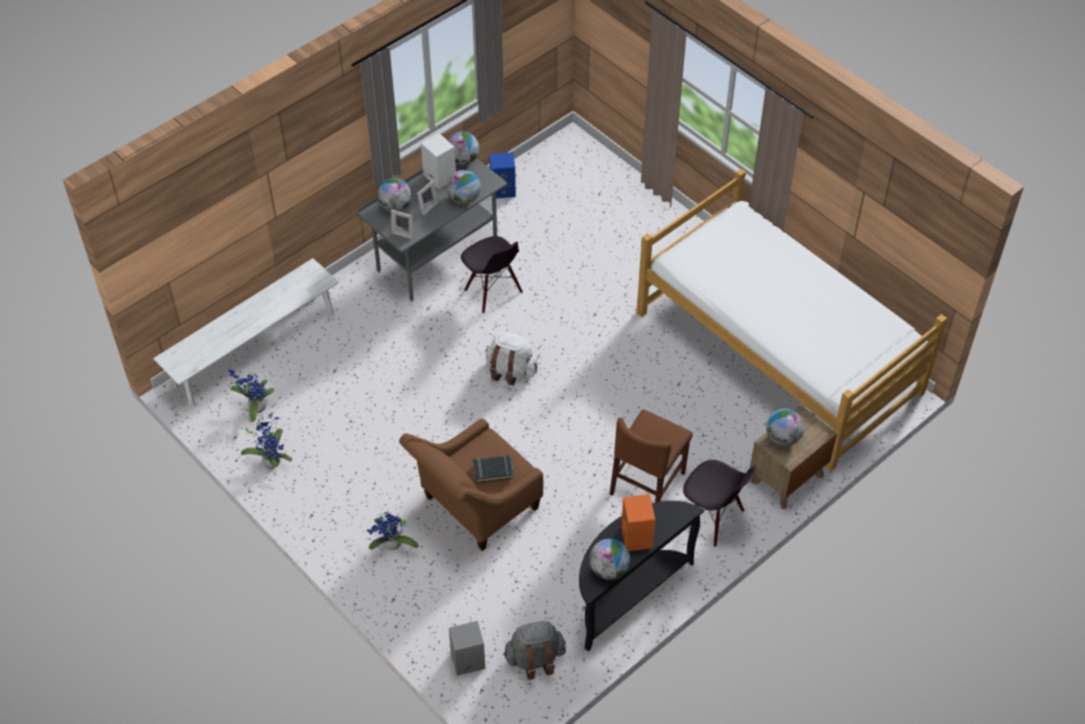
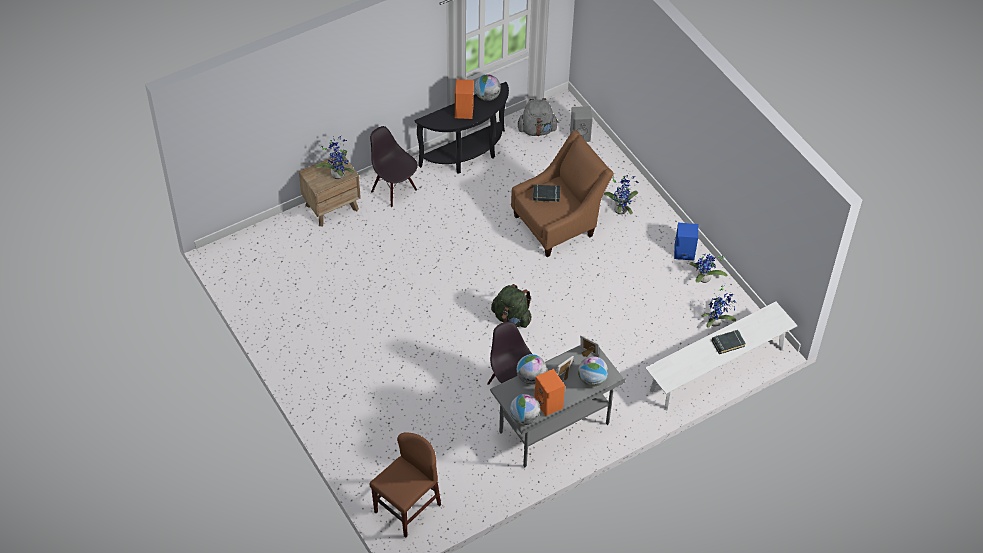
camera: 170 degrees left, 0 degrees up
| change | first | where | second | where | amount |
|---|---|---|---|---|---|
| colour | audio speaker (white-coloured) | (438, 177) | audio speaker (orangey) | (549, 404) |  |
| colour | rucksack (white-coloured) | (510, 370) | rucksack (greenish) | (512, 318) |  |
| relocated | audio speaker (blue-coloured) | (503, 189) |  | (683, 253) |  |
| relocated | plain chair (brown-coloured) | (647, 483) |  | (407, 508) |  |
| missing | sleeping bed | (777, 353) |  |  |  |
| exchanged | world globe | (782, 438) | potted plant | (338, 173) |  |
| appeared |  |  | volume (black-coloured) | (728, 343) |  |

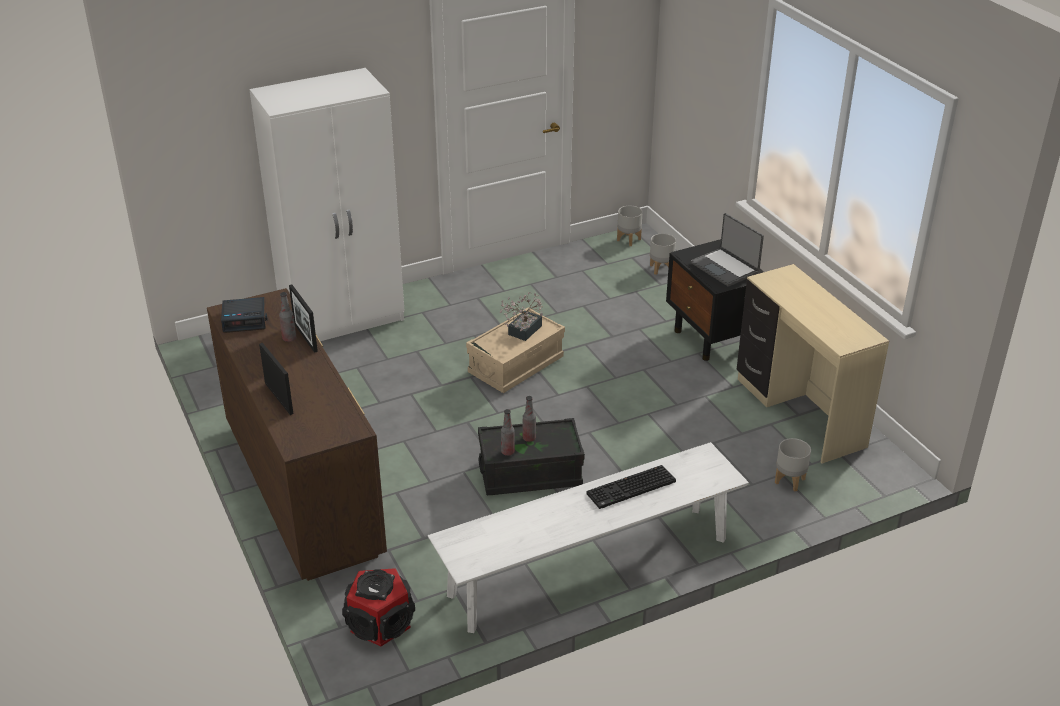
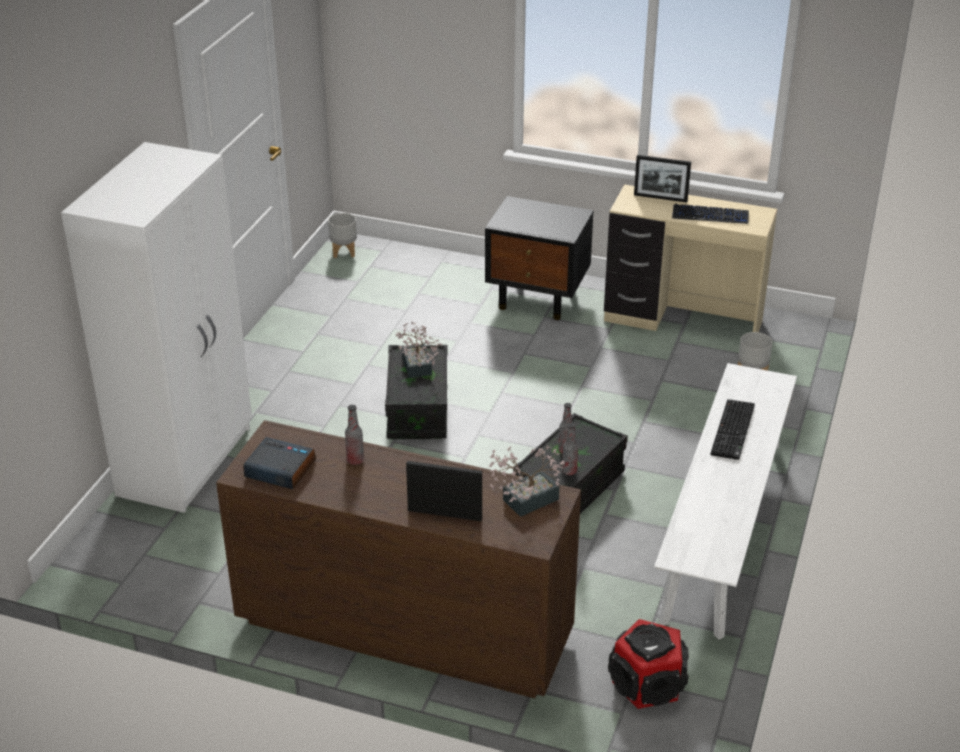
camera: 45 degrees left, 0 degrees up
| change | first | where | second | where | amount |
|---|---|---|---|---|---|
| spun | alarm clock | (245, 319) |  | (279, 469) | 105 degrees counterclockwise |
| relocated | standing frame | (305, 337) |  | (660, 198) |  |
| colour | storage bin (sand-coloured) | (516, 366) | storage bin (black-coloured) | (417, 409) |  |
| missing | planter (gray) | (660, 269) |  |  |  |
| missing | portable computer | (725, 268) |  |  |  |
| appeared |  |  | potted plant | (525, 501) |  |
| appeared |  |  | computer keyboard | (710, 215) |  |

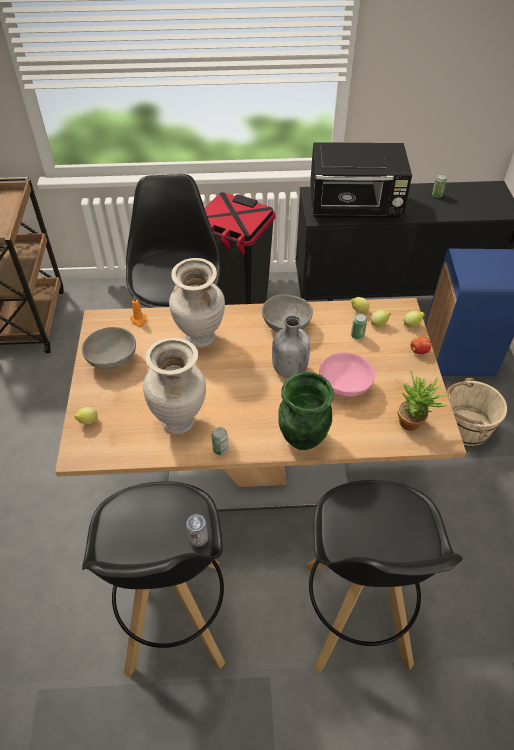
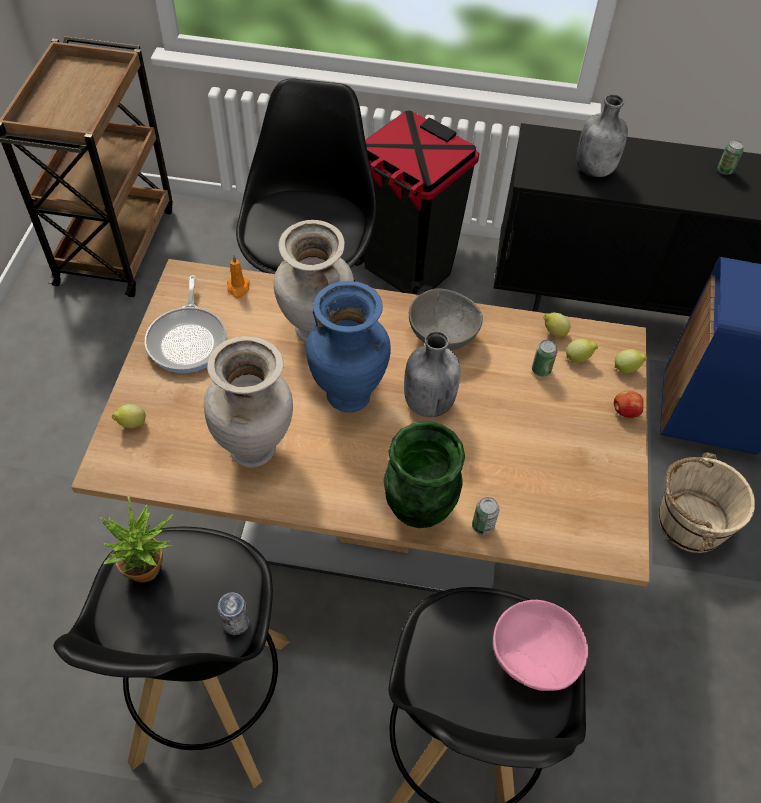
camera: 10 degrees right, 5 degrees up
| change | first | where | second | where | amount |
|---|---|---|---|---|---|
| exchanged | bowl (gray) | (113, 359) | pan | (188, 340) |  |
| relocated | metal can | (220, 449) |  | (483, 526) |  |
| exchanged | microwave (black-coloured) | (355, 207) | bottle (gray) | (595, 169) |  |
| relocated | bowl (pink) | (345, 386) |  | (535, 657) |  |
| relocated | potted plant | (414, 423) |  | (150, 570) |  |
| appeared |  |  | decorative vase (blue-coloured) | (349, 394) |  |

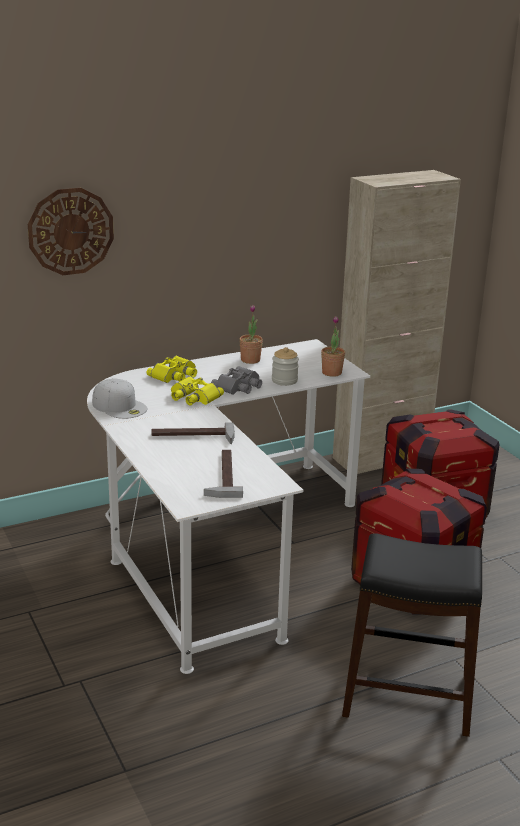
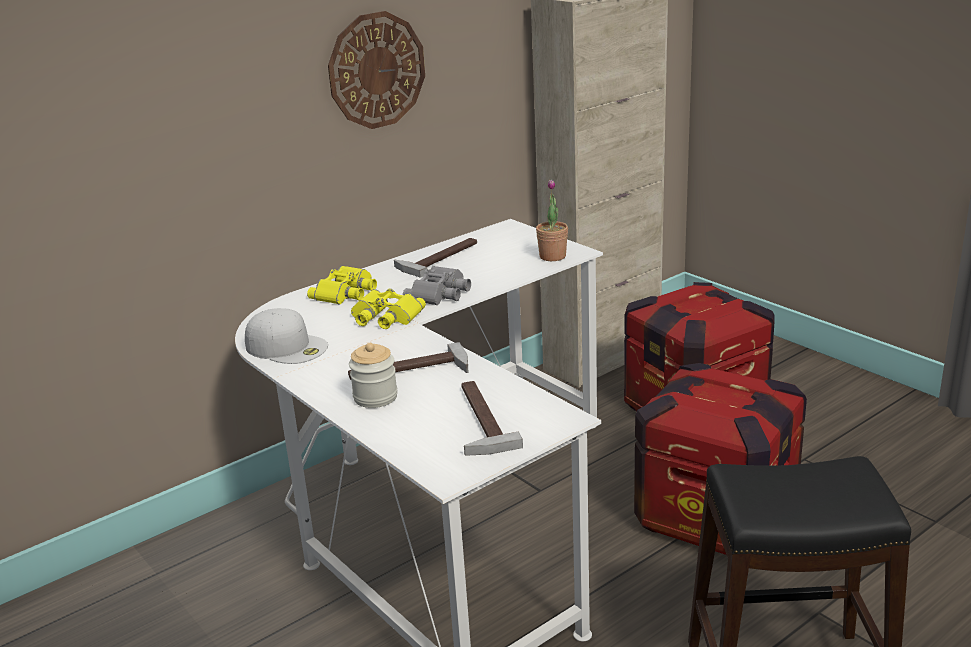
camera: 10 degrees left, 0 degrees up
| change | first | where | second | where | amount |
|---|---|---|---|---|---|
| relocated | wall clock | (71, 231) |  | (376, 70) |  |
| exchanged | potted plant | (250, 360) | tool hammer | (439, 257) |  |
| relocated | preserve jar | (284, 380) |  | (375, 397) |  |

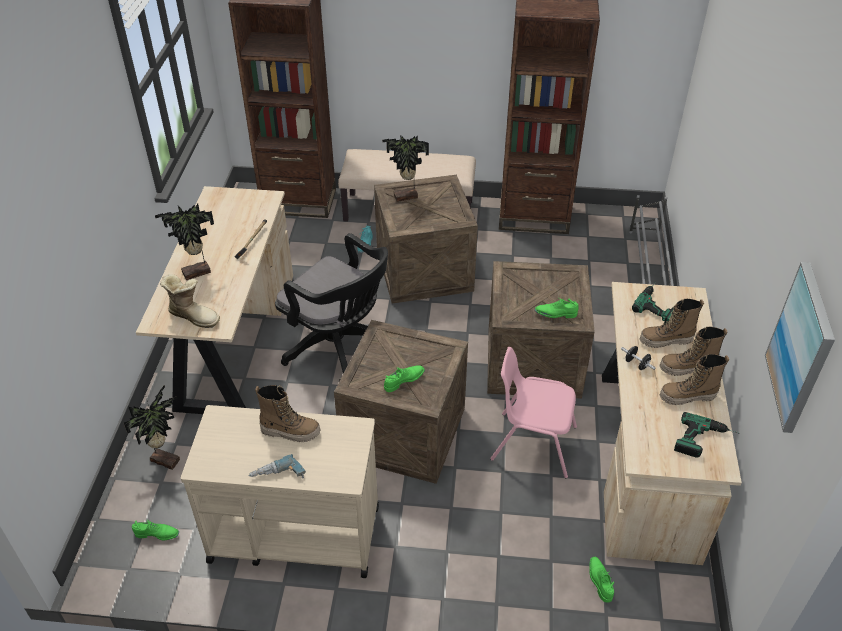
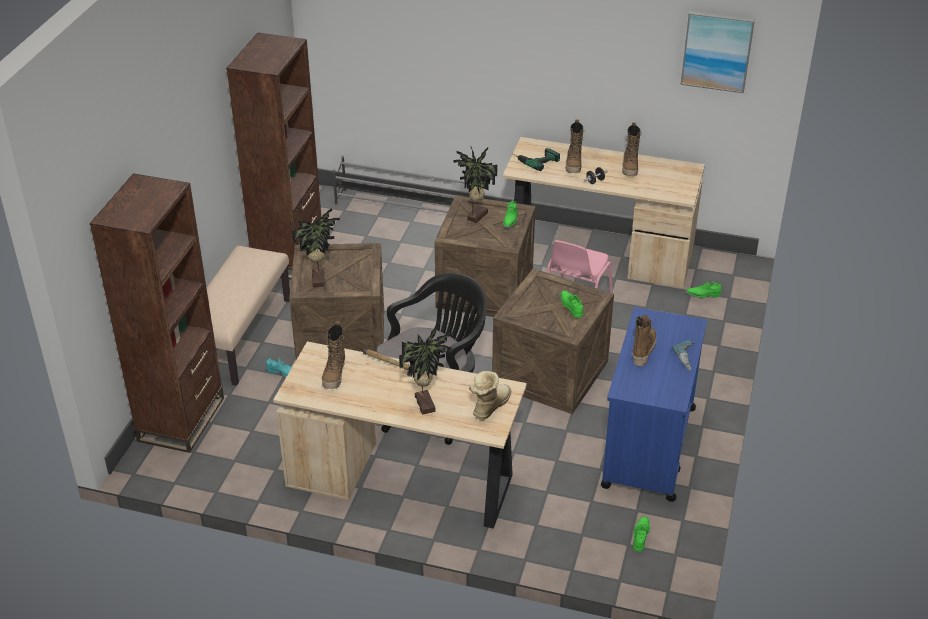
camera: 80 degrees left, 5 degrees down
| change | first | where | second | where | amount |
|---|---|---|---|---|---|
| relocated | potted plant | (165, 459) |  | (475, 216) |  |
| colour | wheeled cart (sand-coloured) | (293, 533) | wheeled cart (blue-coloured) | (648, 447) |  |
| relocated | high-top boot | (687, 369) |  | (334, 375) |  |
| missing | drill | (706, 441) |  |  |  |

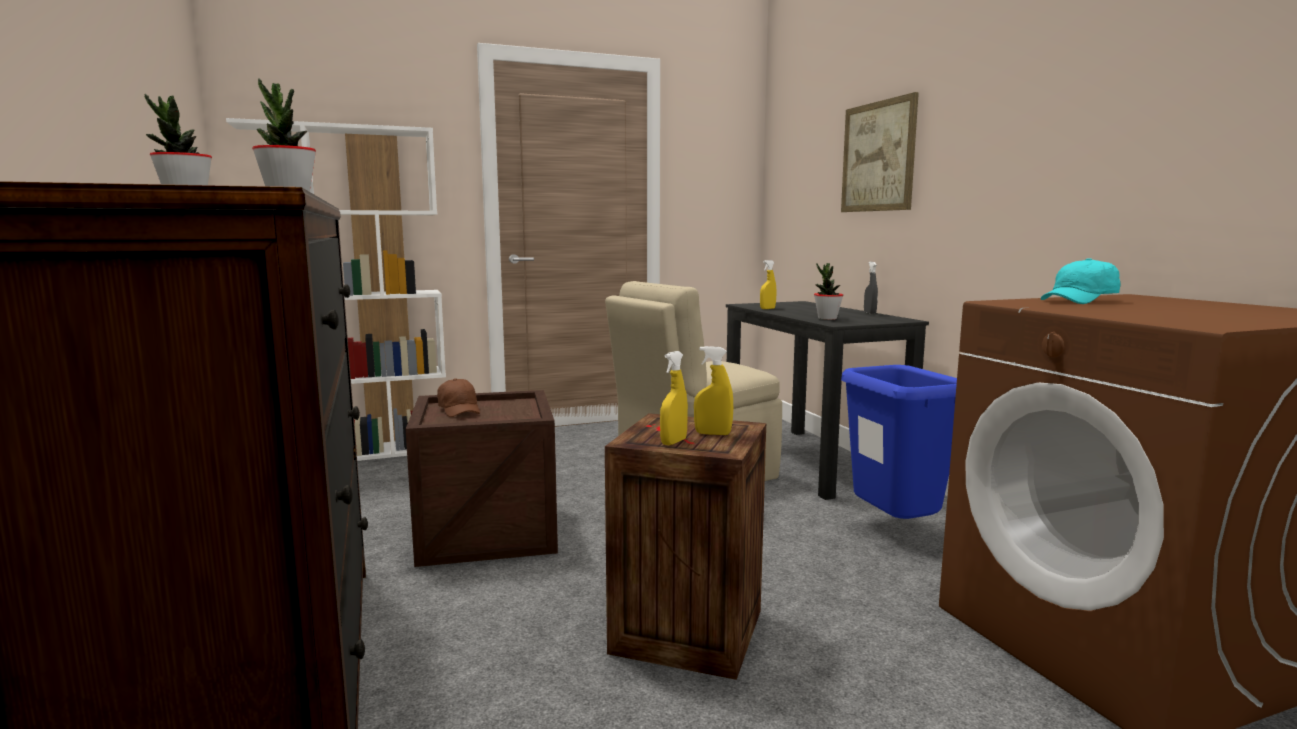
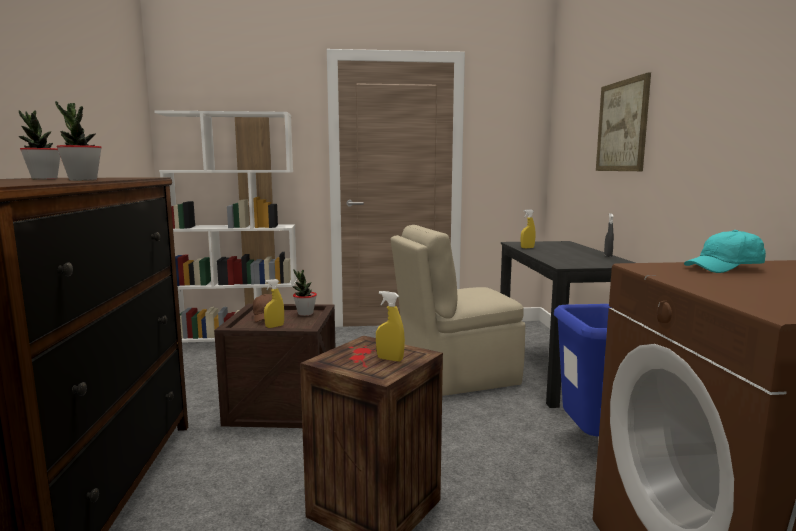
camera: 15 degrees right, 0 degrees up
| change | first | where | second | where | amount |
|---|---|---|---|---|---|
| relocated | spray bottle (yellowish) | (673, 442) |  | (274, 326) |  |
| relocated | potted plant | (827, 318) |  | (305, 314) |  |

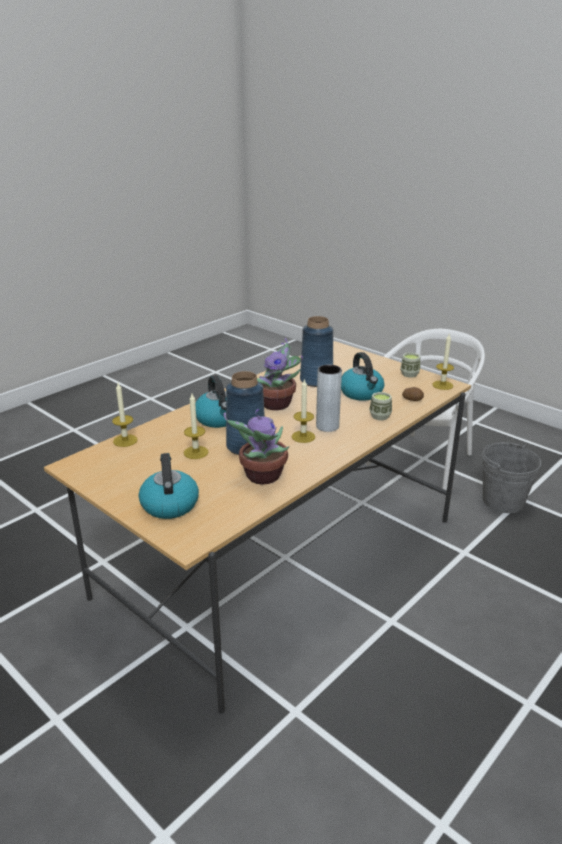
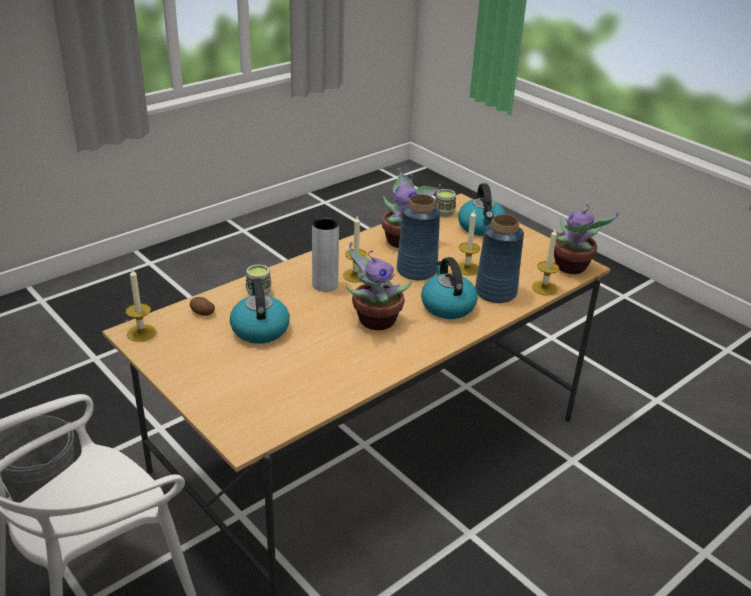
camera: 175 degrees left, 5 degrees up
| change | first | where | second | where | amount |
|---|---|---|---|---|---|
| relocated | decorative vase (blue-coloured) | (316, 380) |  | (495, 292) |  |
| relocated | small cup | (409, 374) |  | (444, 213) |  |
| appeared |  |  | potted plant | (571, 267) |  |

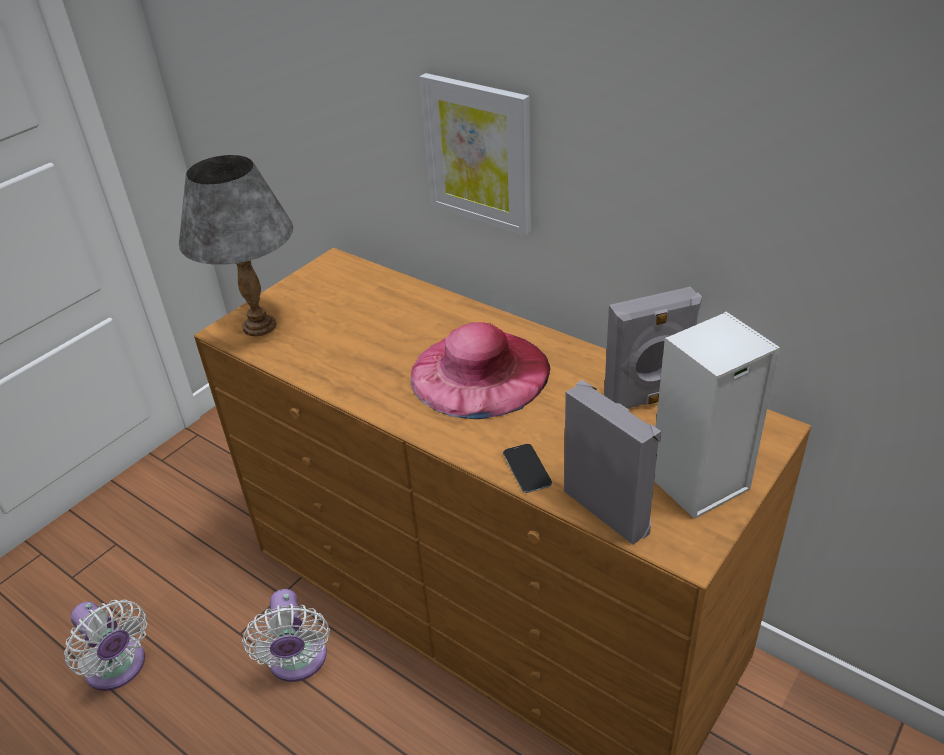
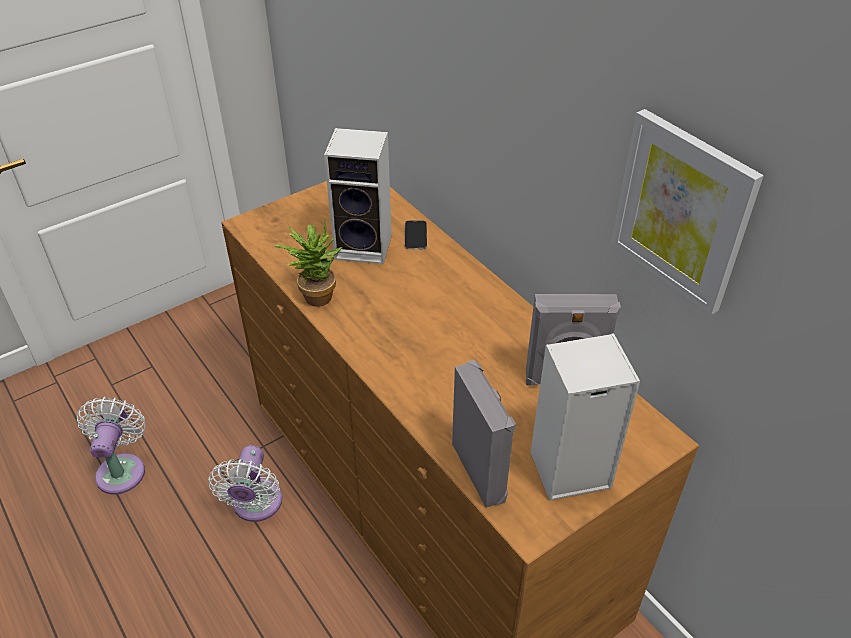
camera: 15 degrees right, 5 degrees up
| change | first | where | second | where | amount |
|---|---|---|---|---|---|
| spun | cooling fan (white-coloured) | (118, 669) |  | (122, 469) | 150 degrees counterclockwise |
| missing | table lamp (gray) | (259, 326) |  |  |  |
| missing | wearable hat (pink) | (479, 372) |  |  |  |
| relocated | wall picture | (479, 153) |  | (682, 211) |  |
| relocated | telephone | (527, 469) |  | (415, 235) |  |
| appeared |  |  | potted plant | (315, 294) |  |
| appeared |  |  | audio speaker | (366, 247) |  |

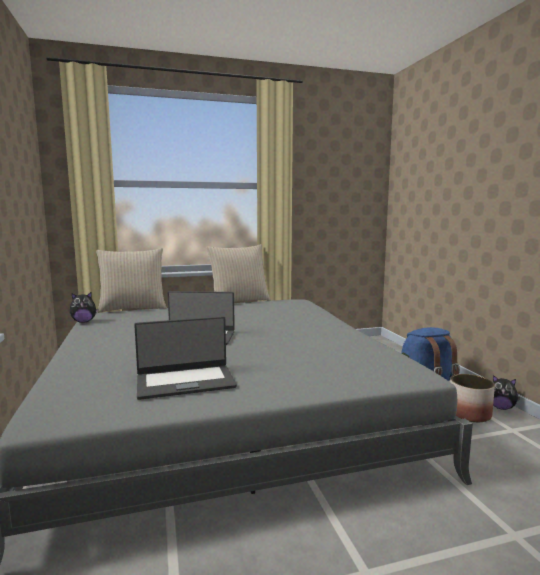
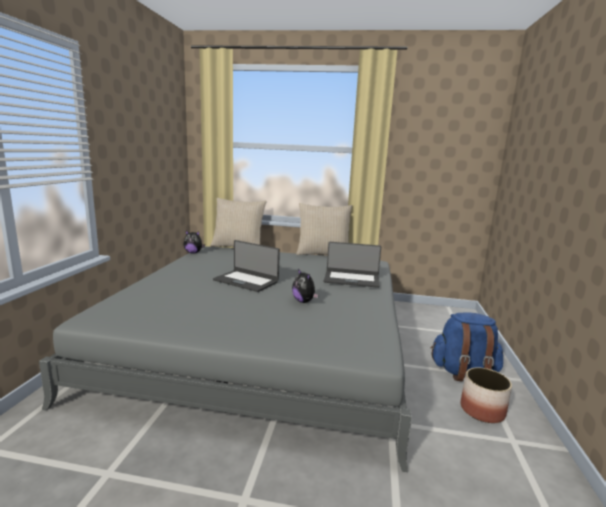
camera: 25 degrees right, 5 degrees up
| change | first | where | second | where | amount |
|---|---|---|---|---|---|
| relocated | portable computer | (185, 381) |  | (351, 279) |  |
| relocated | cuddly toy | (501, 407) |  | (304, 301) |  |

